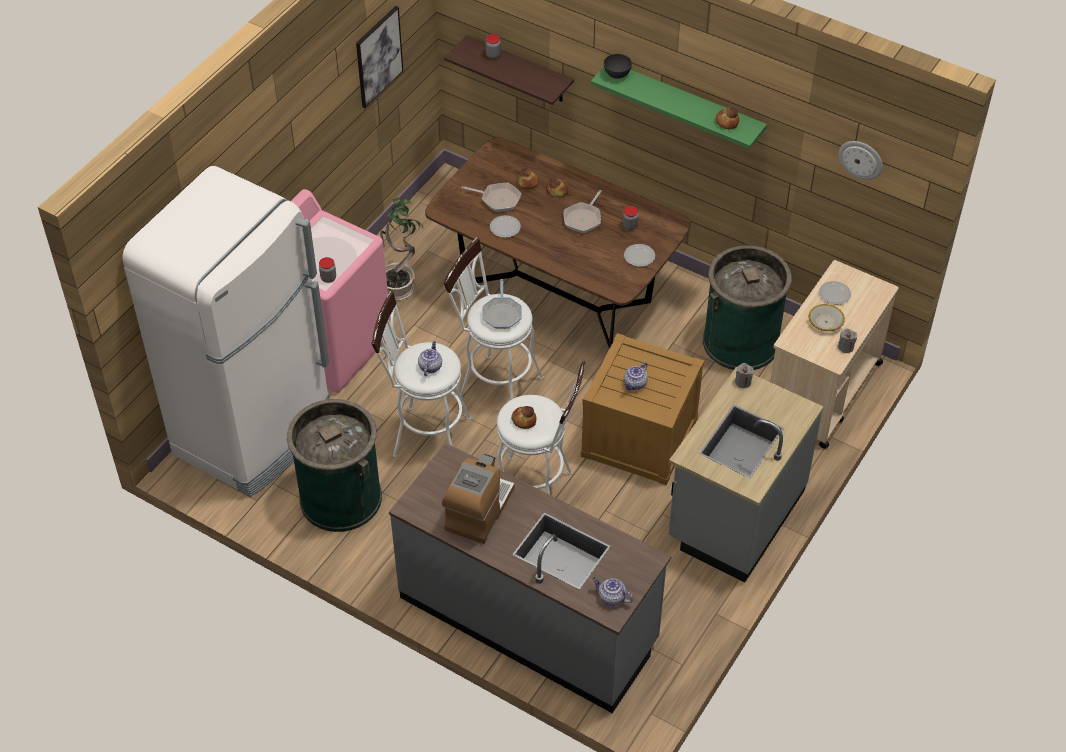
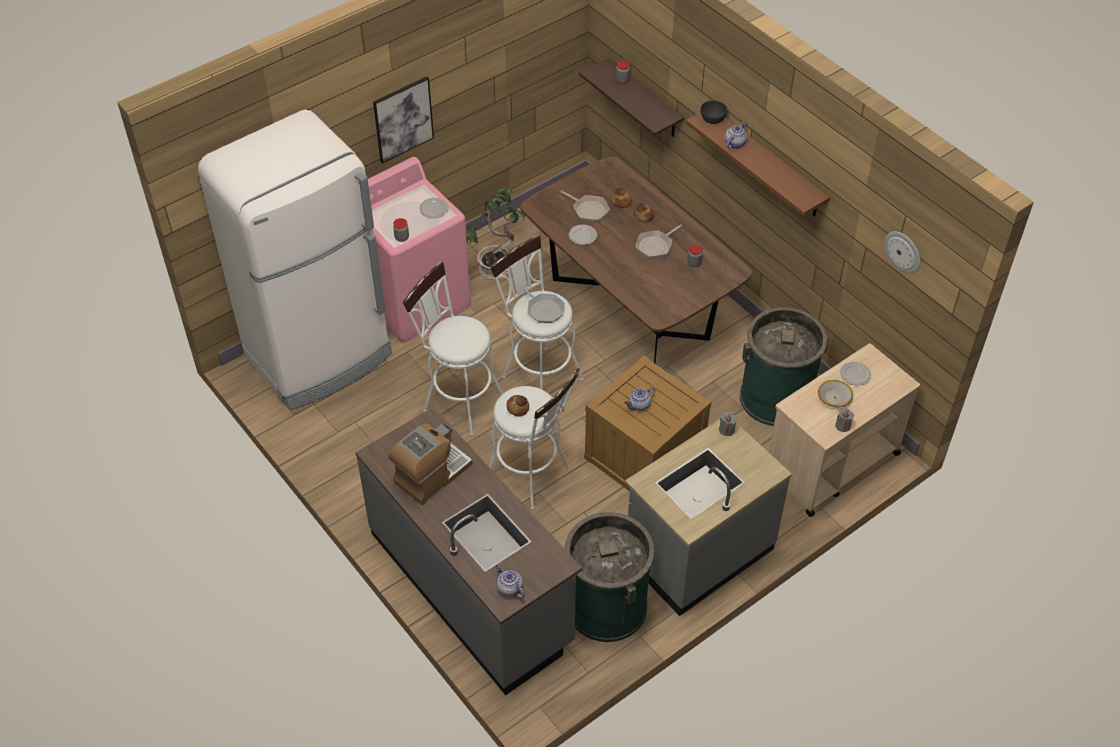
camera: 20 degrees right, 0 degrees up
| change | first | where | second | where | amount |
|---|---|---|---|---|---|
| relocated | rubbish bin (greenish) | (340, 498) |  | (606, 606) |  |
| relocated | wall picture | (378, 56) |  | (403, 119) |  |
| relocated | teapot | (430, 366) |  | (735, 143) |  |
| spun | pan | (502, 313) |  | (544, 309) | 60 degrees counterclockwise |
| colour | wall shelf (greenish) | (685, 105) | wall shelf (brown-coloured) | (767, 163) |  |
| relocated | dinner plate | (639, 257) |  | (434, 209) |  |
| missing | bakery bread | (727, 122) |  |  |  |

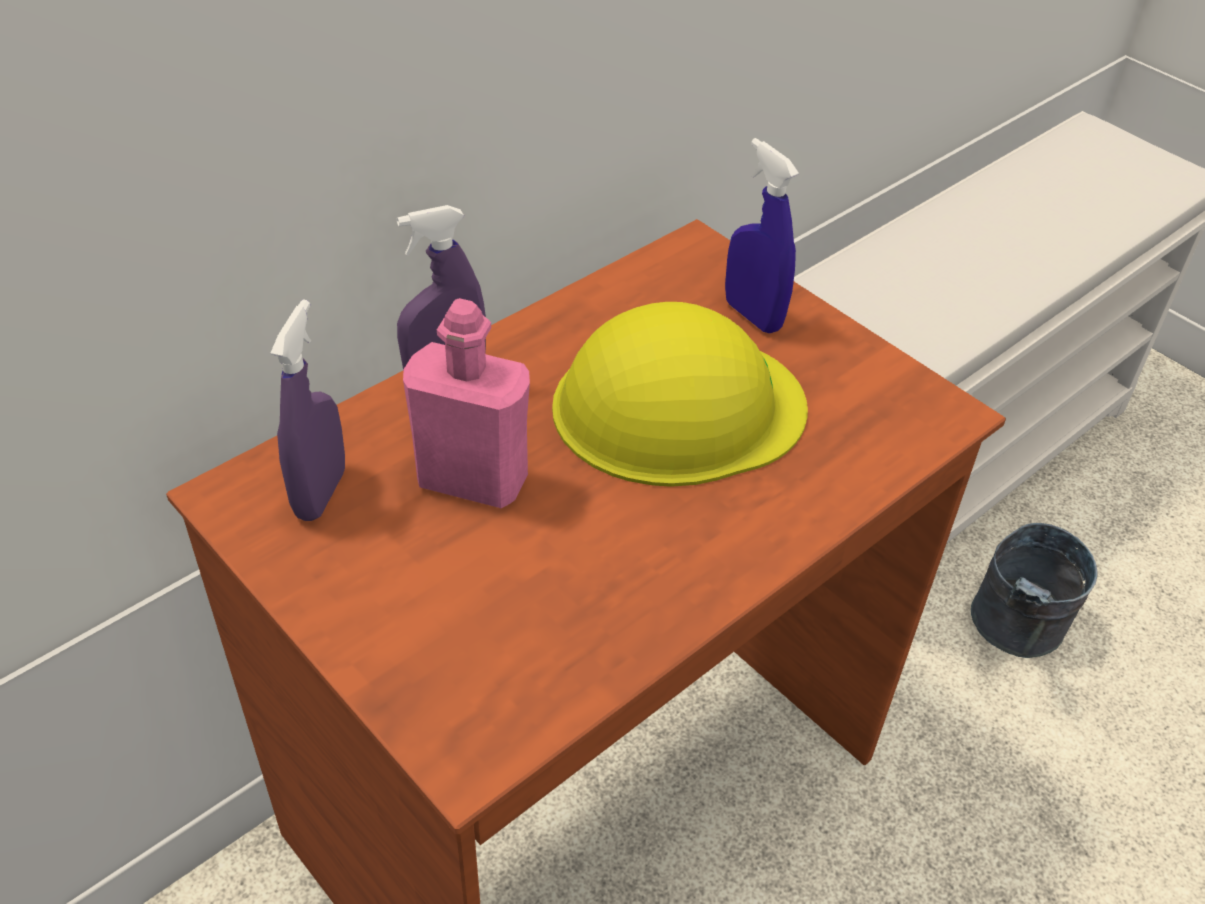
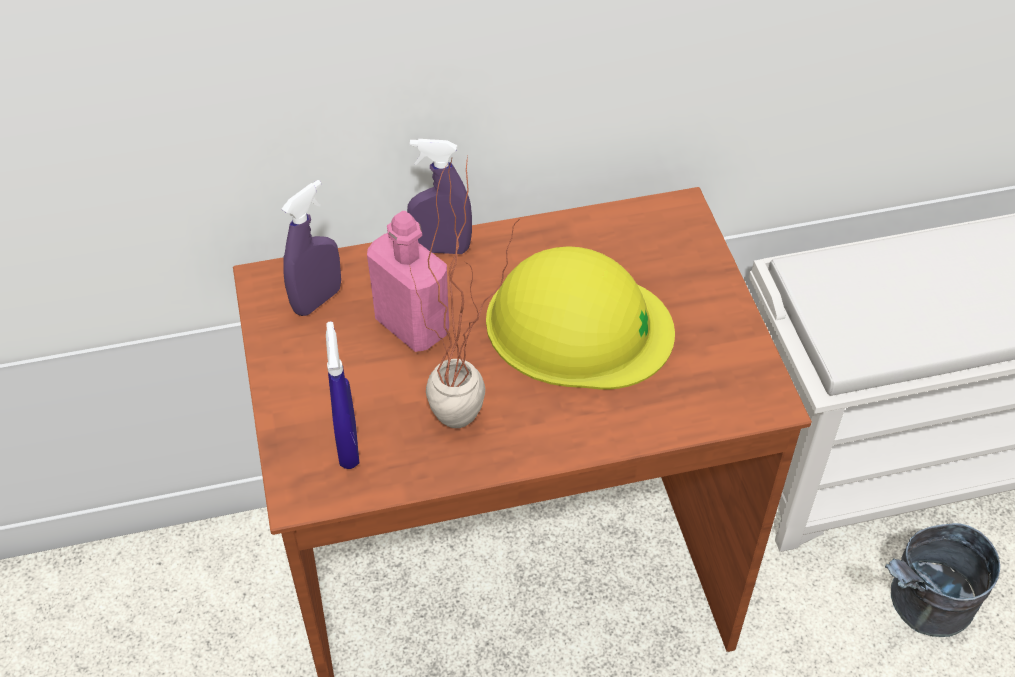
camera: 30 degrees right, 5 degrees up
| change | first | where | second | where | amount |
|---|---|---|---|---|---|
| relocated | spray bottle (blue-coloured) | (752, 315) |  | (348, 445) |  |
| appeared |  |  | potted plant | (469, 429) |  |

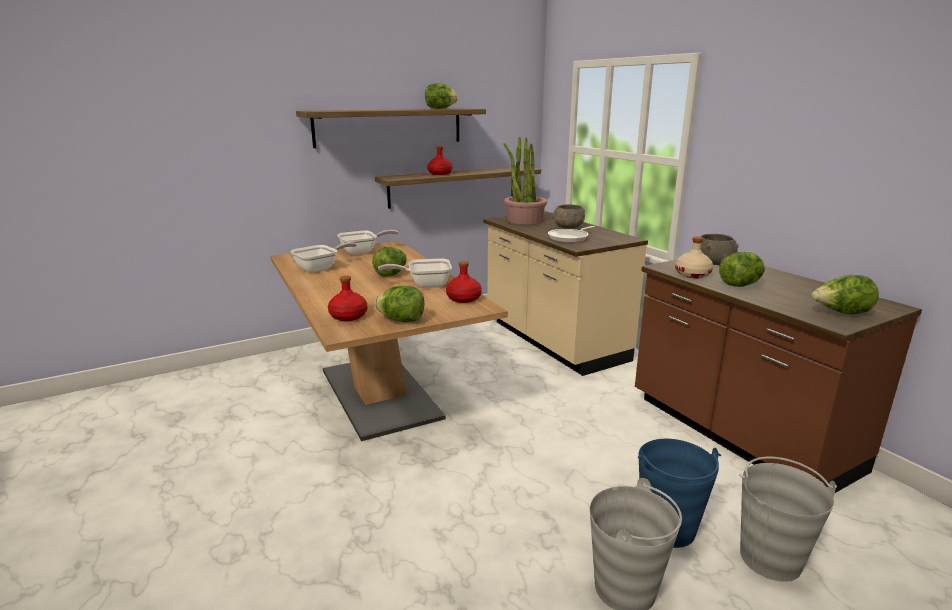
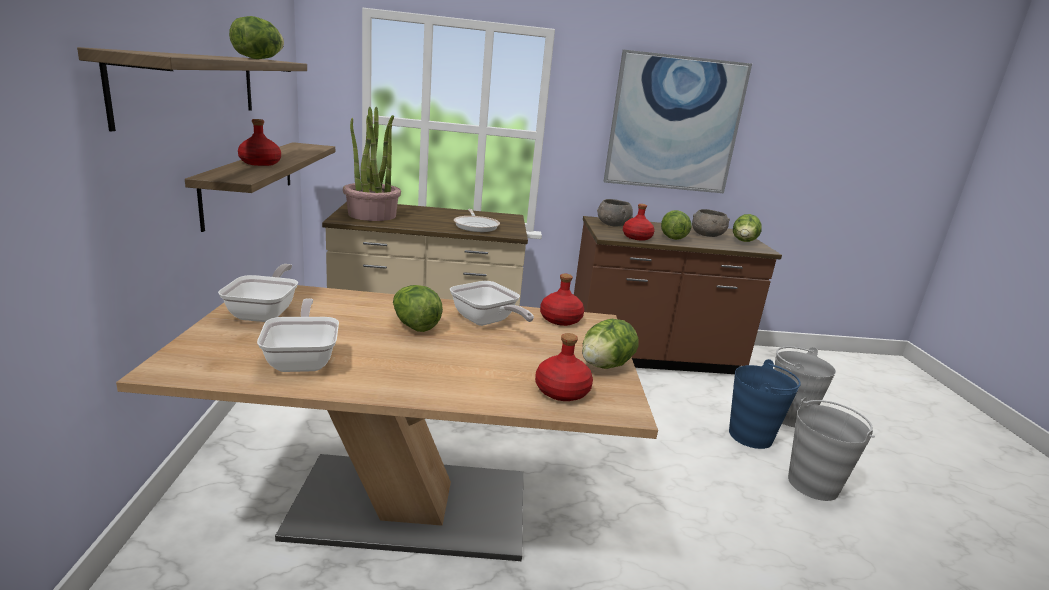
camera: 65 degrees left, 0 degrees up
| change | first | where | second | where | amount |
|---|---|---|---|---|---|
| spun | pan | (424, 285) |  | (486, 322) | 60 degrees counterclockwise |
| relocated | bowl (gray) | (568, 227) |  | (707, 235) |  |
| colour | bottle (sand-coloured) | (693, 274) | bottle (reddish) | (637, 237) |  |
| appeared |  |  | wall picture | (674, 124) |  |

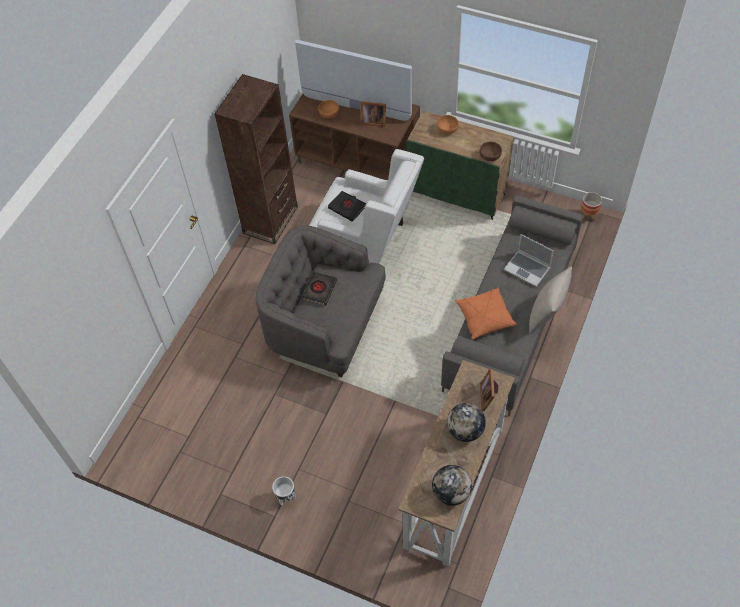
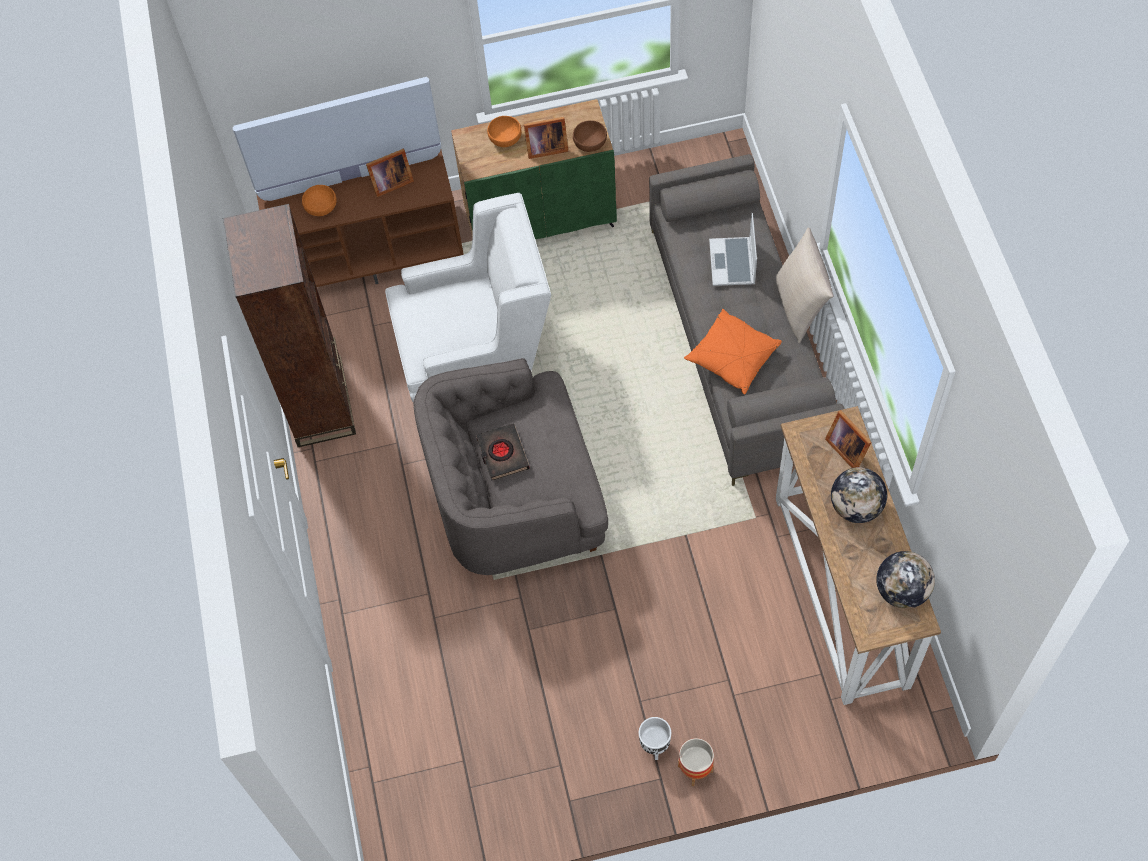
camera: 35 degrees left, 5 degrees up
| change | first | where | second | where | amount |
|---|---|---|---|---|---|
| missing | volume (black-coloured) | (347, 207) |  |  |  |
| spun | portable computer | (528, 269) |  | (733, 263) | 90 degrees clockwise |
| relocated | planter | (588, 215) |  | (695, 769) |  |
| appeared |  |  | standing frame | (545, 148) |  |

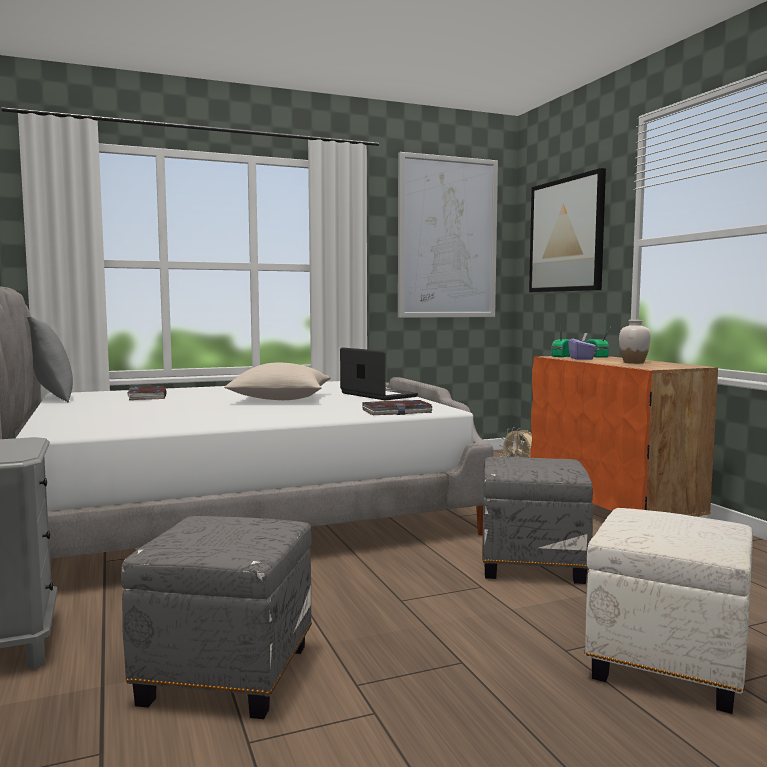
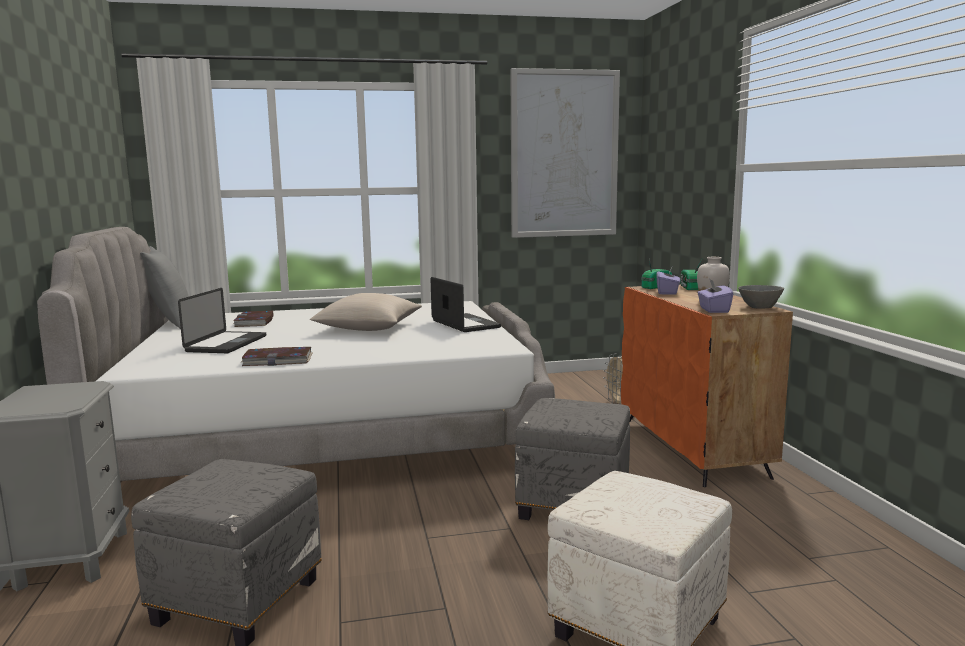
camera: 10 degrees right, 5 degrees up
| change | first | where | second | where | amount |
|---|---|---|---|---|---|
| relocated | volume | (397, 411) |  | (278, 360) |  |
| missing | wall picture | (566, 235) |  |  |  |
| appeared |  |  | portable computer | (226, 344) |  |
| appeared |  |  | tissue holder (purple) | (713, 310) |  |
| appeared |  |  | bowl (gray) | (759, 307) |  |

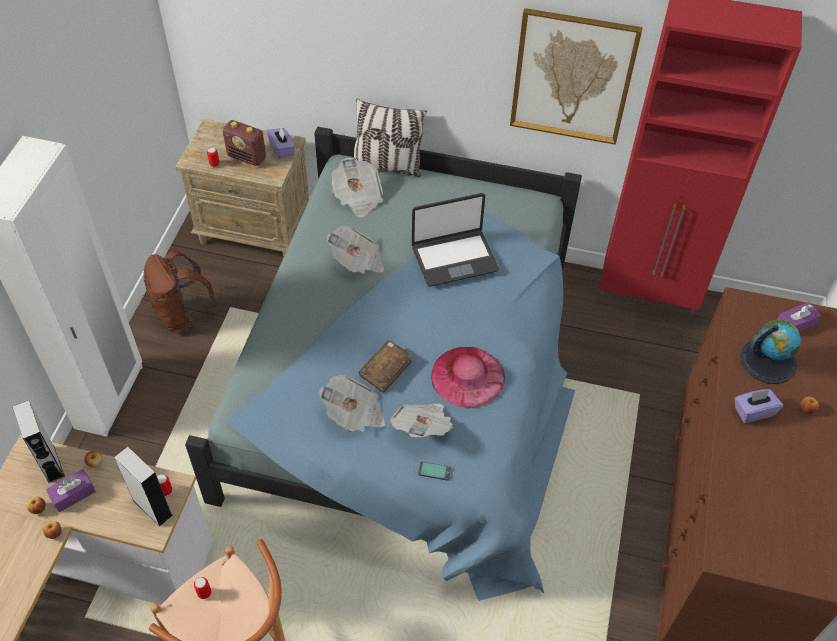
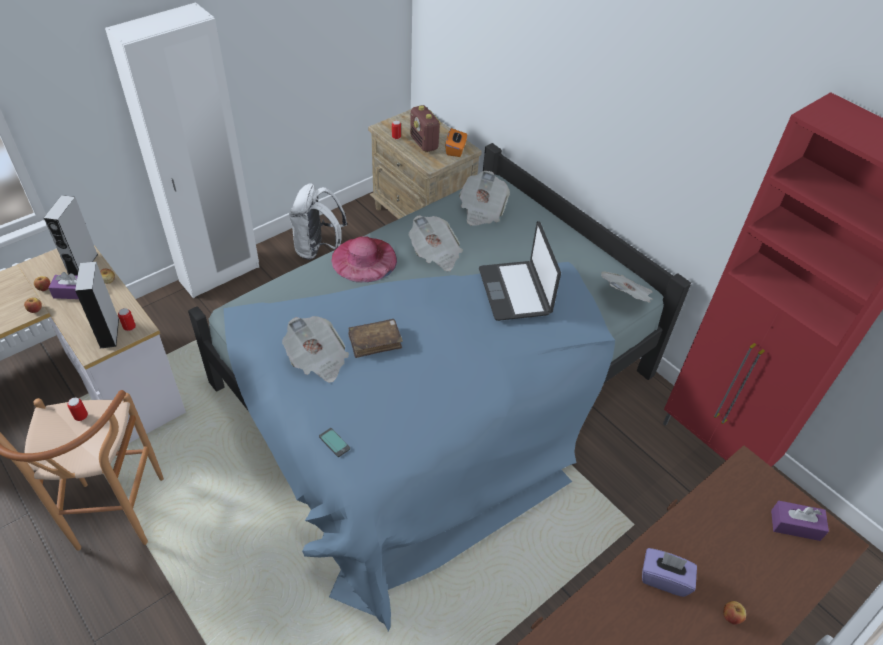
camera: 35 degrees right, 5 degrees down
| change | first | where | second | where | amount |
|---|---|---|---|---|---|
| colour | rucksack (brown-coloured) | (183, 315) | rucksack (white-coloured) | (318, 249) |  |
| colour | tissue holder (purple) | (282, 149) | tissue holder (orangey) | (455, 150) |  |
| missing | pillow | (387, 166) |  |  |  |
| relocated | daily paper | (423, 428) |  | (626, 297) |  |
| spun | portable computer | (454, 258) |  | (515, 291) | 60 degrees clockwise |
| relocated | wearable hat (pink) | (467, 376) |  | (364, 259) |  |
| missing | wall picture | (572, 77) |  |  |  |
| missing | world globe | (768, 361) |  |  |  |

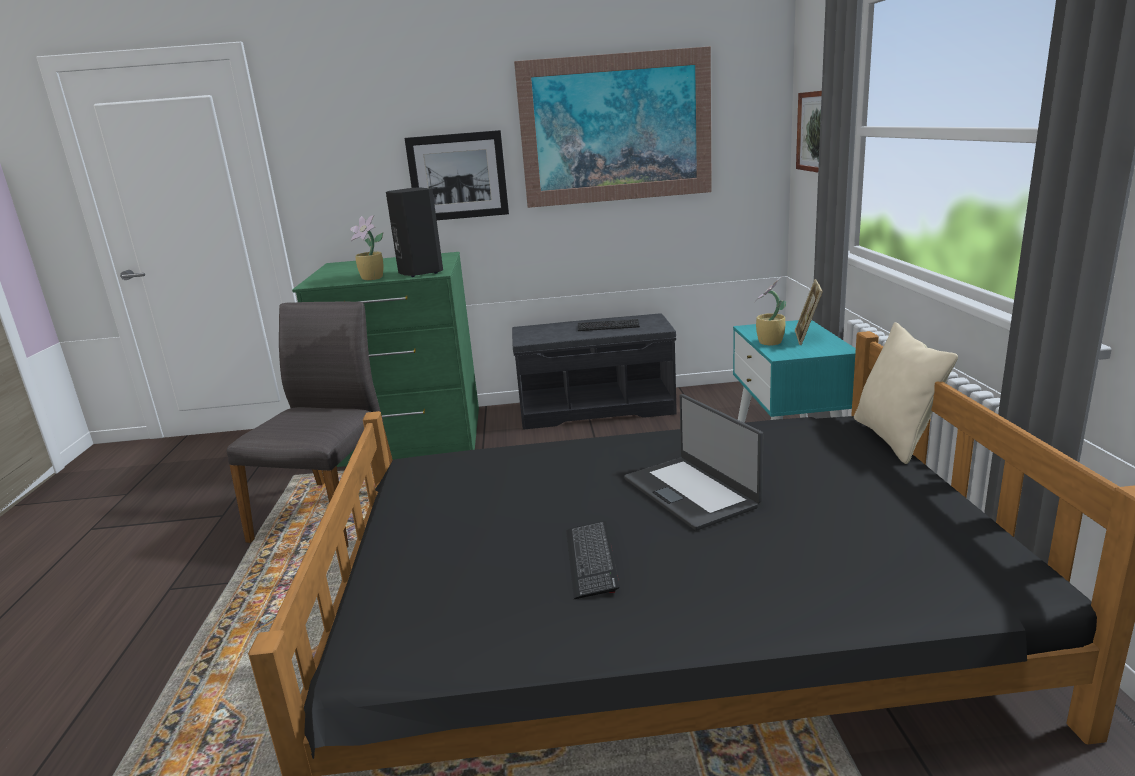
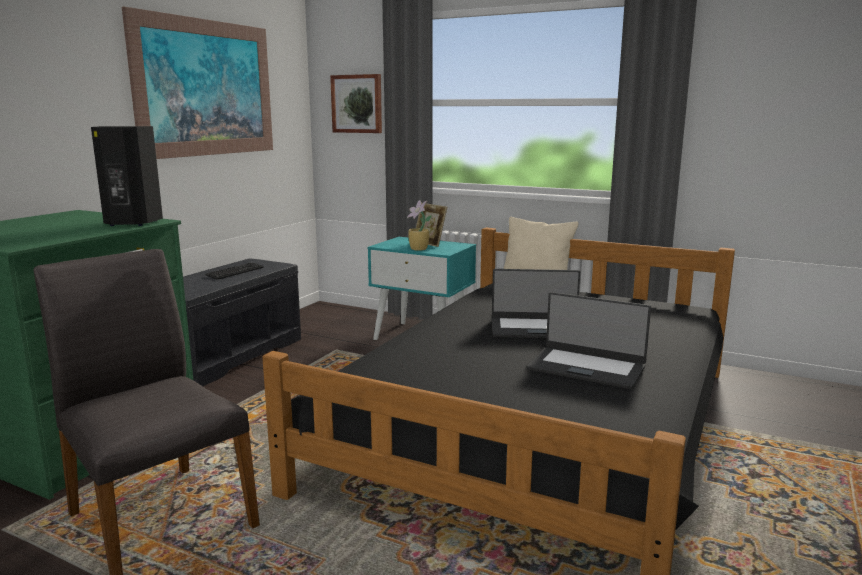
camera: 60 degrees left, 5 degrees down
| change | first | where | second | where | amount |
|---|---|---|---|---|---|
| missing | potted plant | (373, 278) |  |  |  |
| missing | wall picture | (458, 176) |  |  |  |
| exchanged | computer keyboard | (591, 560) | portable computer | (586, 367) |  |

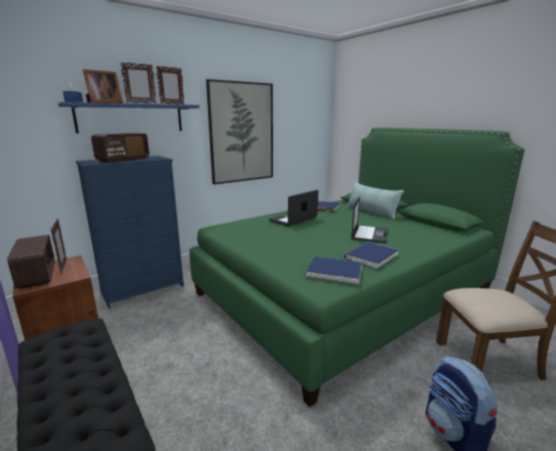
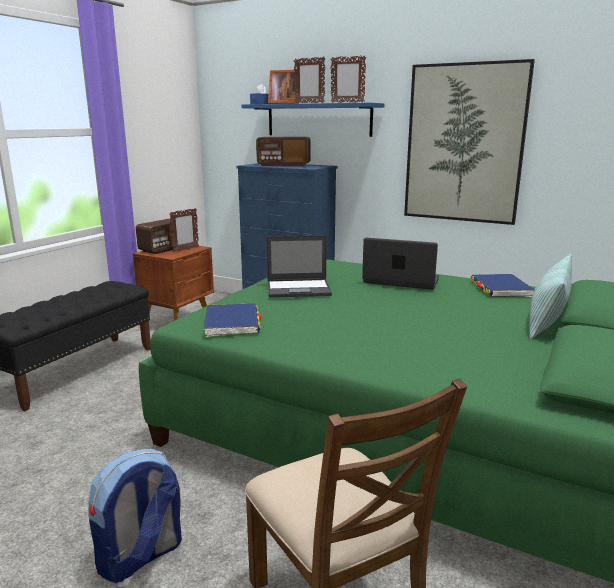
camera: 65 degrees right, 0 degrees up
| change | first | where | second | where | amount |
|---|---|---|---|---|---|
| missing | volume (blue-coloured) | (371, 257) |  |  |  |
| relocated | portable computer | (370, 234) |  | (299, 289) |  |

